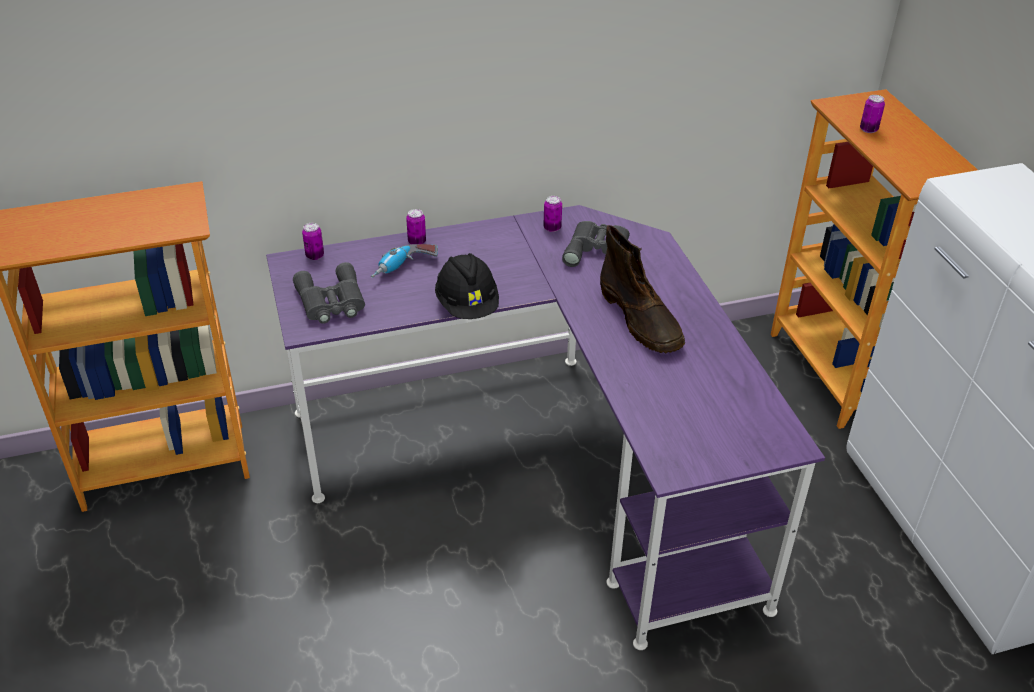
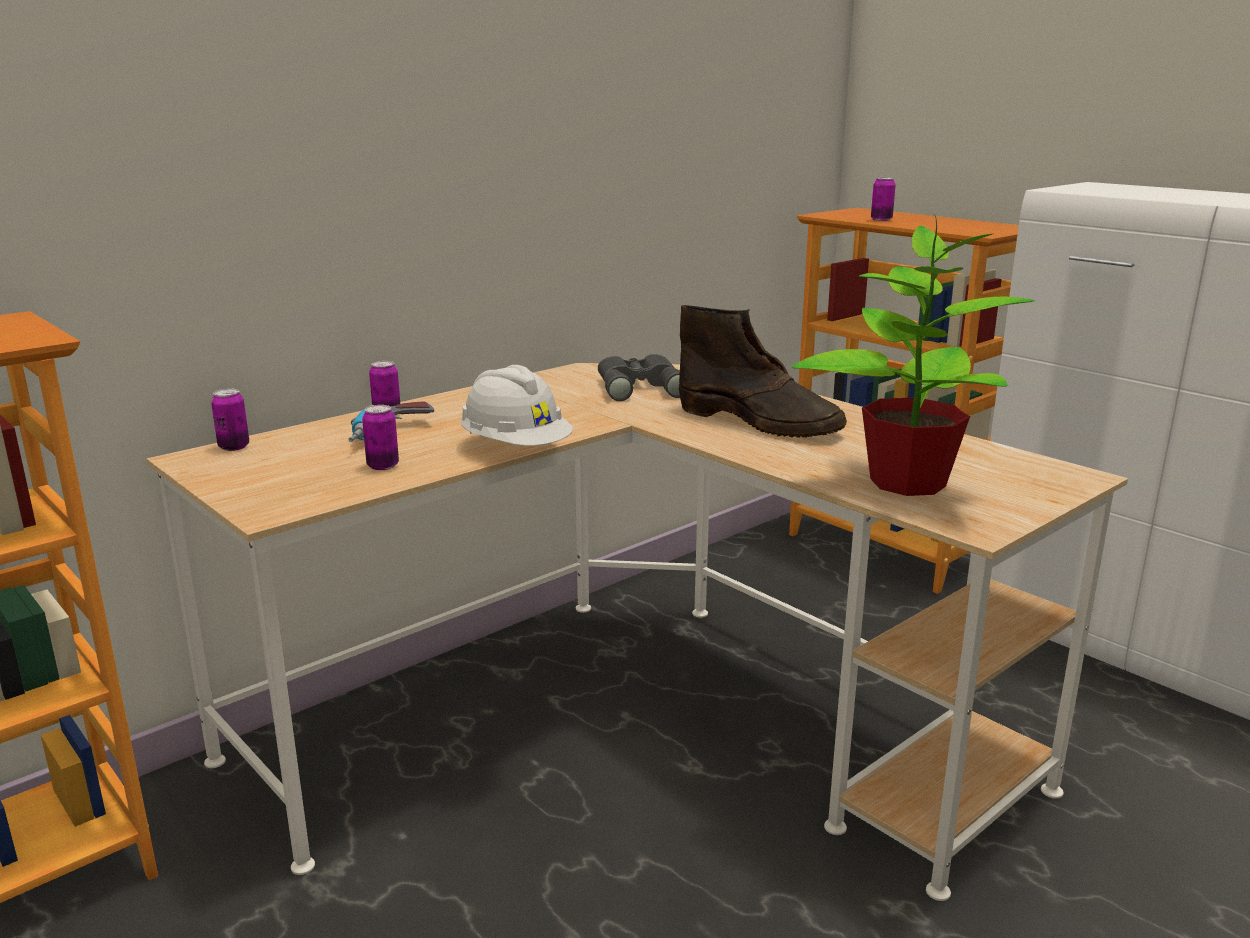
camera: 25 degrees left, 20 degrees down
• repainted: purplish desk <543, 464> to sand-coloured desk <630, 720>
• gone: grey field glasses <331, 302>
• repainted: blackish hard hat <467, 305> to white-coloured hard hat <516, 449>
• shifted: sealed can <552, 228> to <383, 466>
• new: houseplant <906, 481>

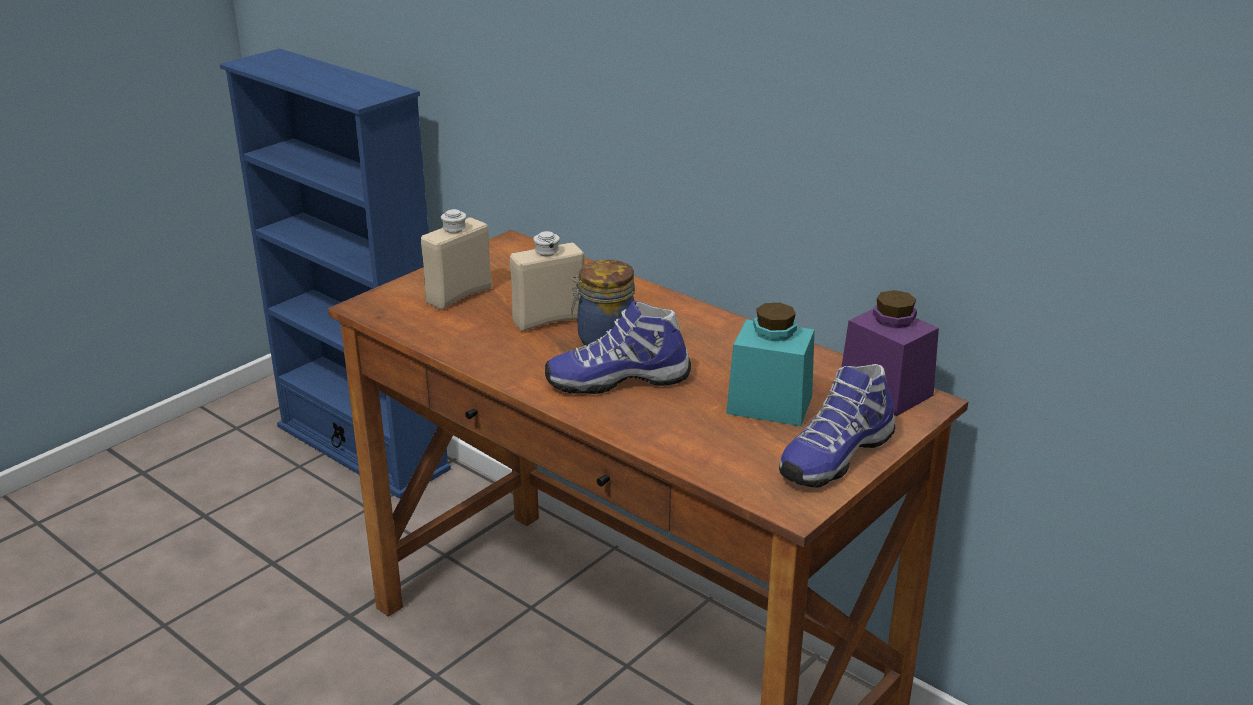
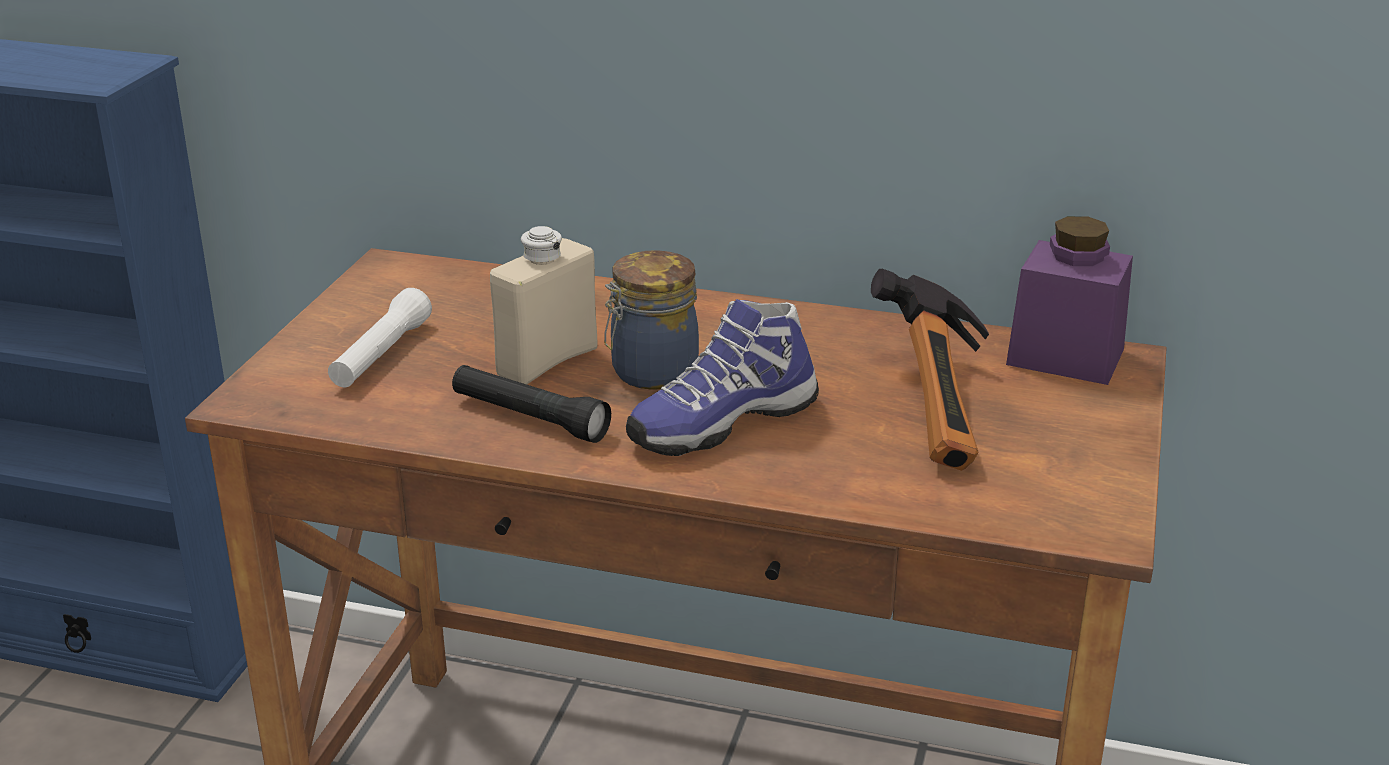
camera: 25 degrees left, 0 degrees up
• swapped: sand-coloured bottle <459, 295> to white-coloured torch <381, 355>
• swapped: turquoise storage jar <769, 404> to tool hammer <946, 407>
• gone: shoe <834, 456>
• new: blackish torch <529, 418>

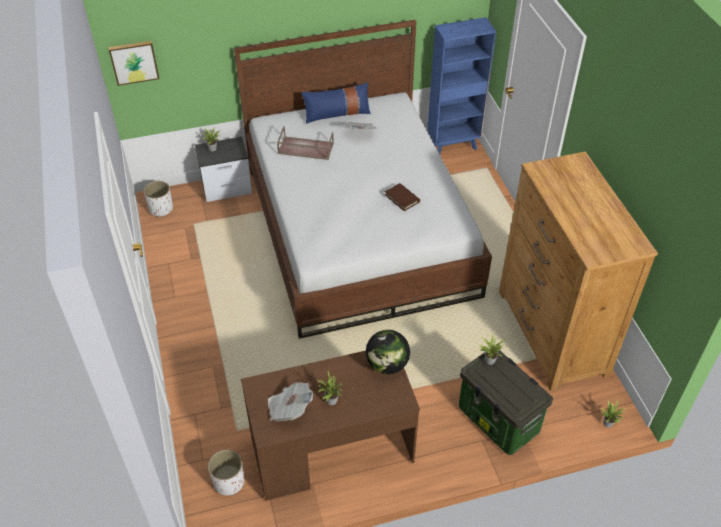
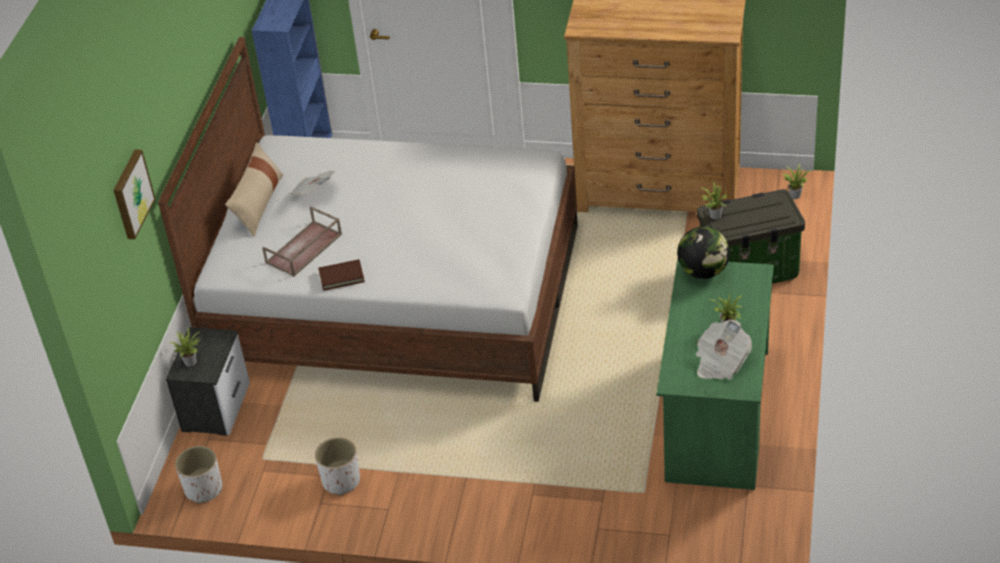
camera: 60 degrees left, 5 degrees down
• shifted: wall picture <134, 62> to <131, 194>
• shifted: white-coloured planter <229, 482> to <341, 481>
• repainted: brownish desk <331, 451> to green desk <717, 416>
• repainted: blue-coloured throw pillow <337, 114> to sand-coloured throw pillow <258, 204>
• shifted: brownish bound book <402, 198> to <341, 277>

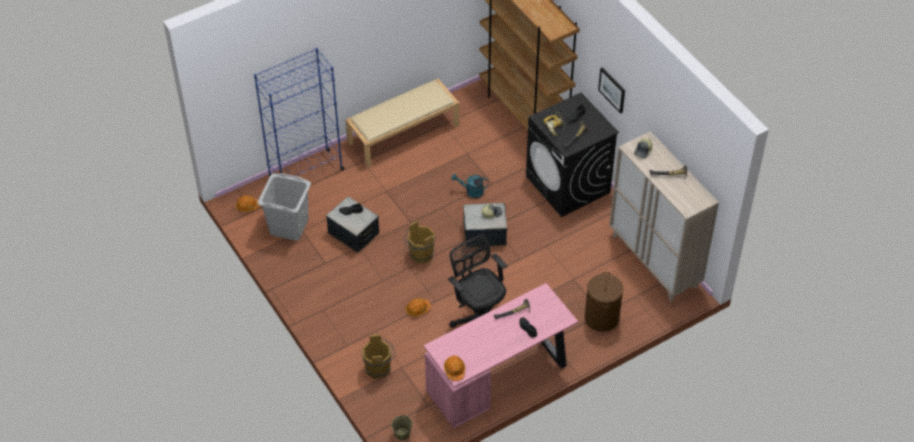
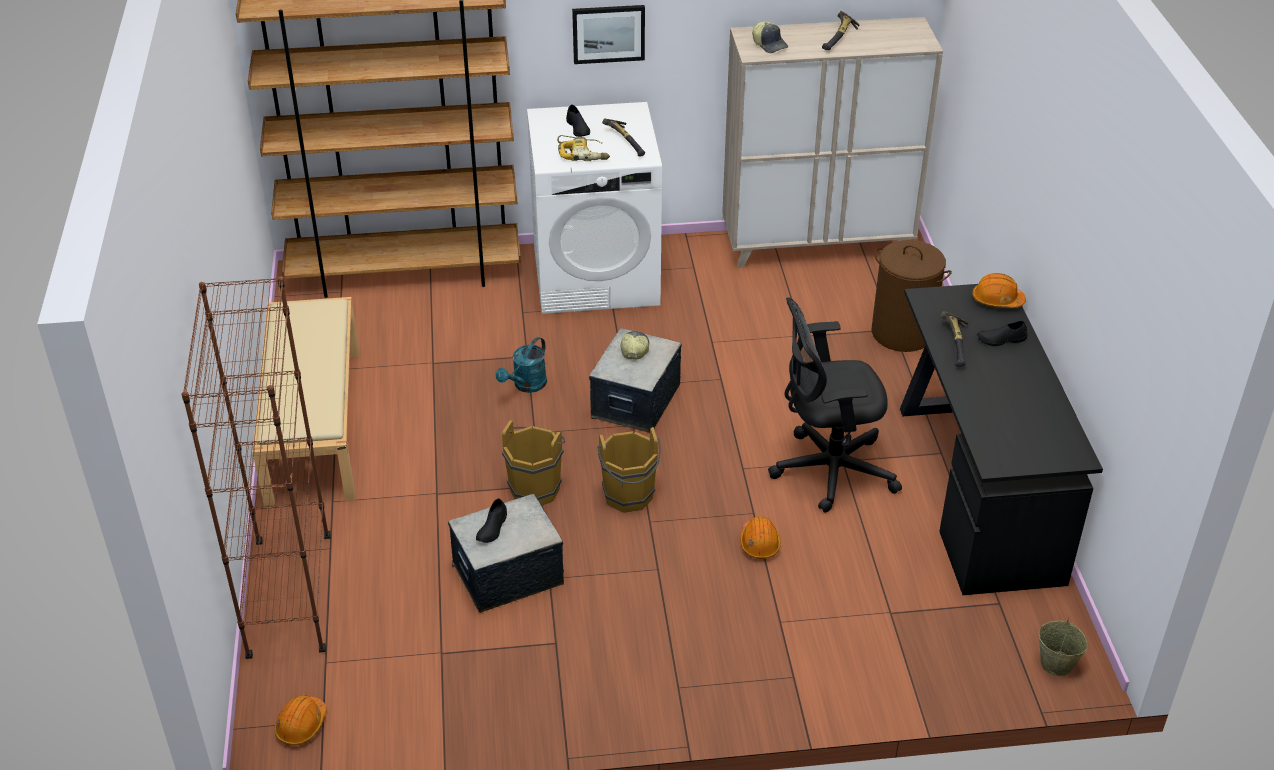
camera: 65 degrees left, 10 degrees down
• repainted: blue-coloured bookshelf <306, 173> to brownish bookshelf <289, 596>
• gone: grey hamper <289, 226>
• shifted: brownish water bucket <380, 369> to <536, 487>
• repainted: pinkish desk <500, 378> to blackish desk <976, 488>
• shifted: orange-coloured hard hat <454, 370> to <997, 300>
• repainted: blackish washing machine <568, 184> to white-coloured washing machine <596, 276>

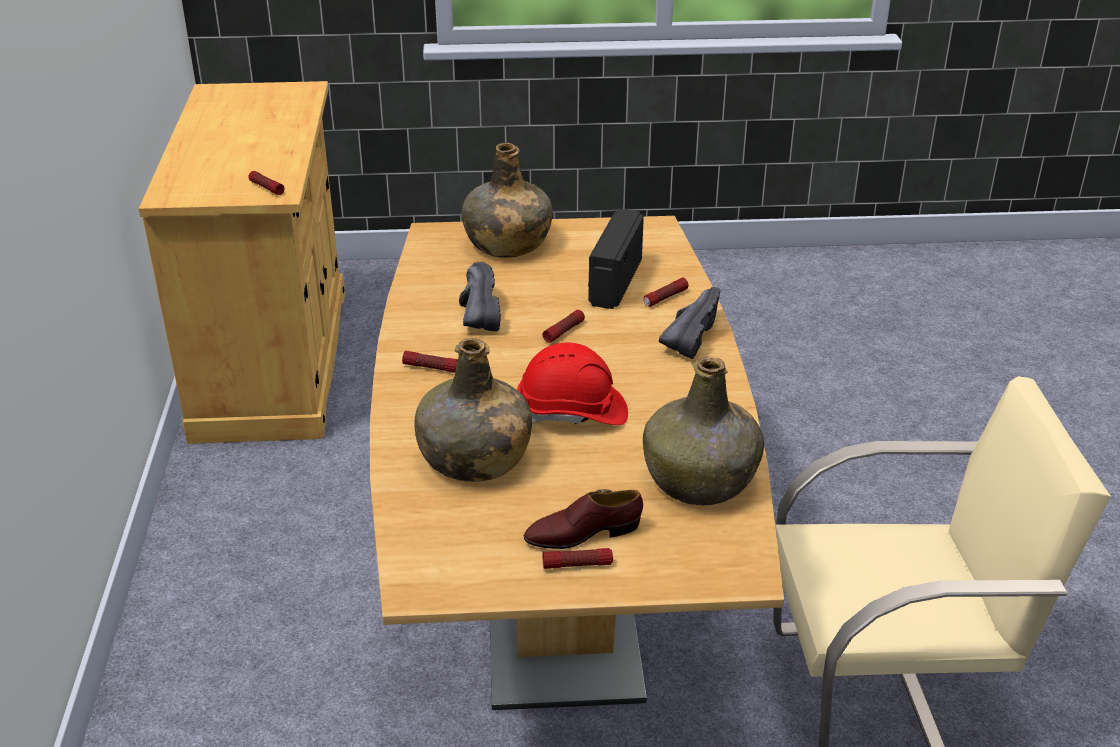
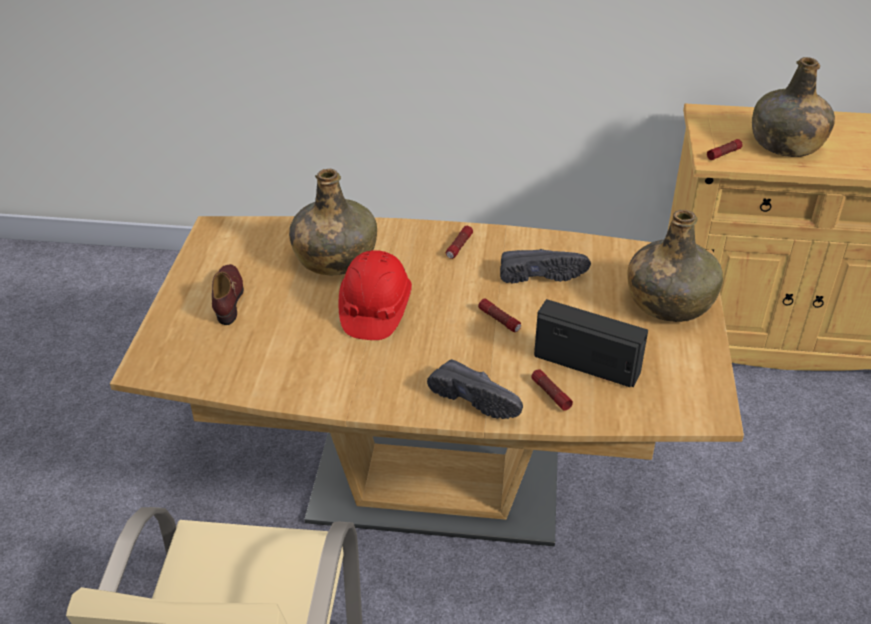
camera: 100 degrees right, 5 degrees up
• gone: torch <577, 564>
• shifted: green bottle <701, 479> to <786, 144>

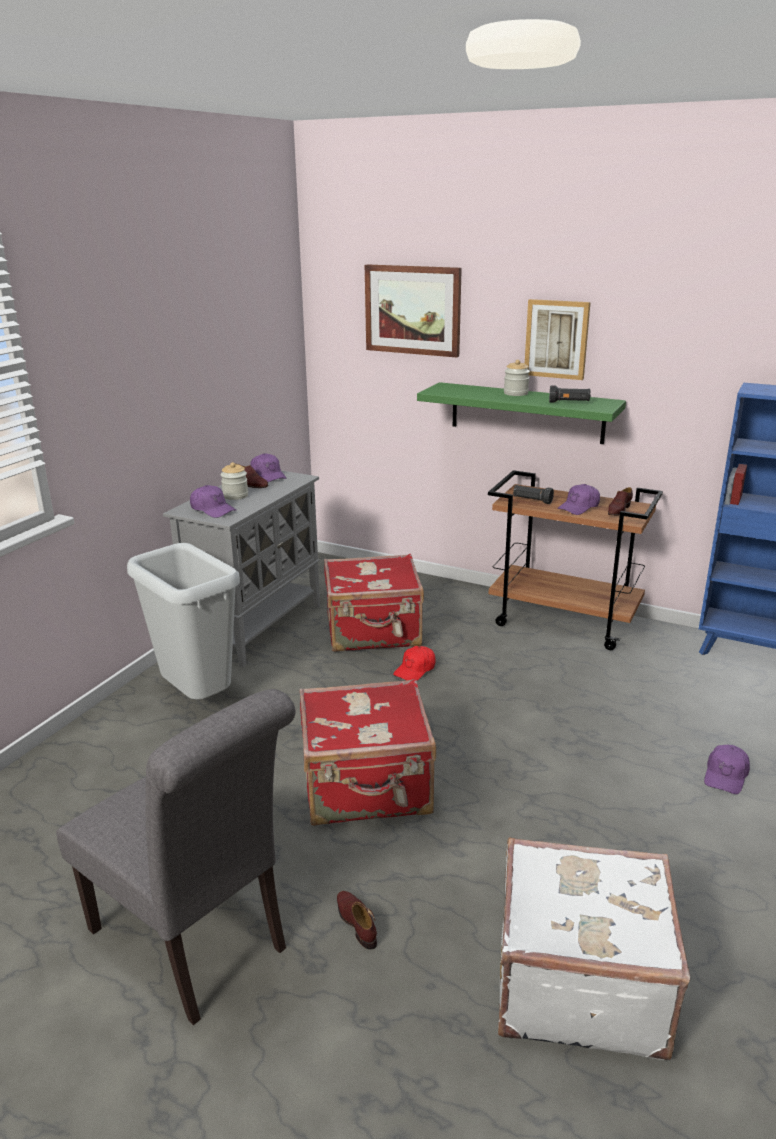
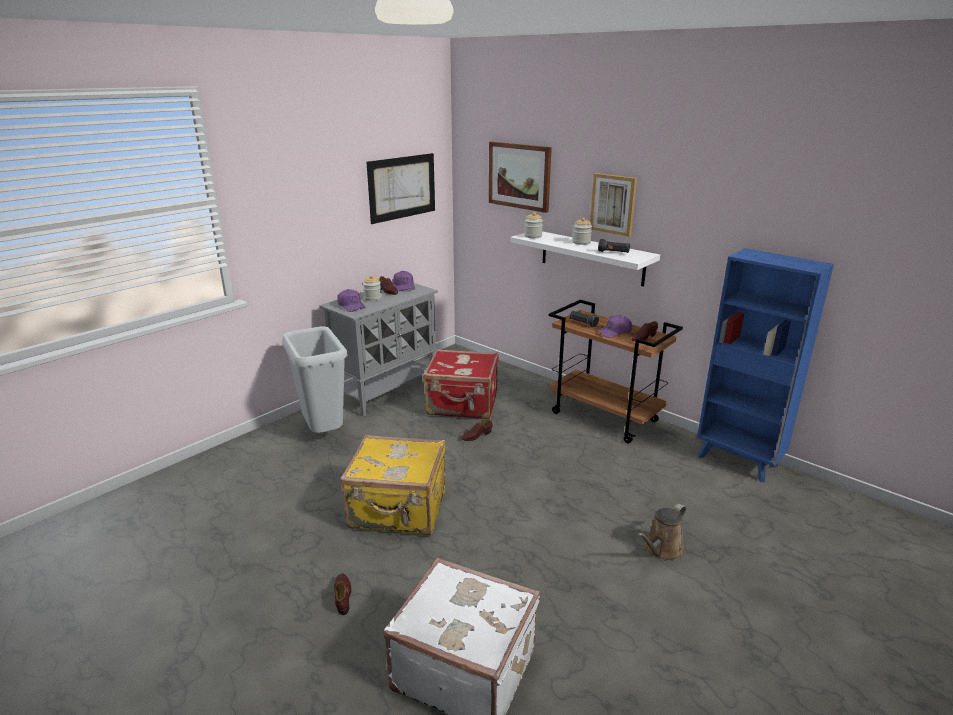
camera: 15 degrees right, 0 degrees up
• gone: grey upright chair <196, 944>
• repainted: red suitcase <367, 788> to yellow suitcase <399, 510>
• swapped: red baseball cap <415, 670> to brownish shoe <476, 436>
• repainted: green bracket shelf <526, 412> to white-coloured bracket shelf <592, 257>
• swapped: purplish baseball cap <726, 775> to brownish sprinkling can <661, 550>
• new: wall picture <402, 187>
• new: storage jar <533, 236>

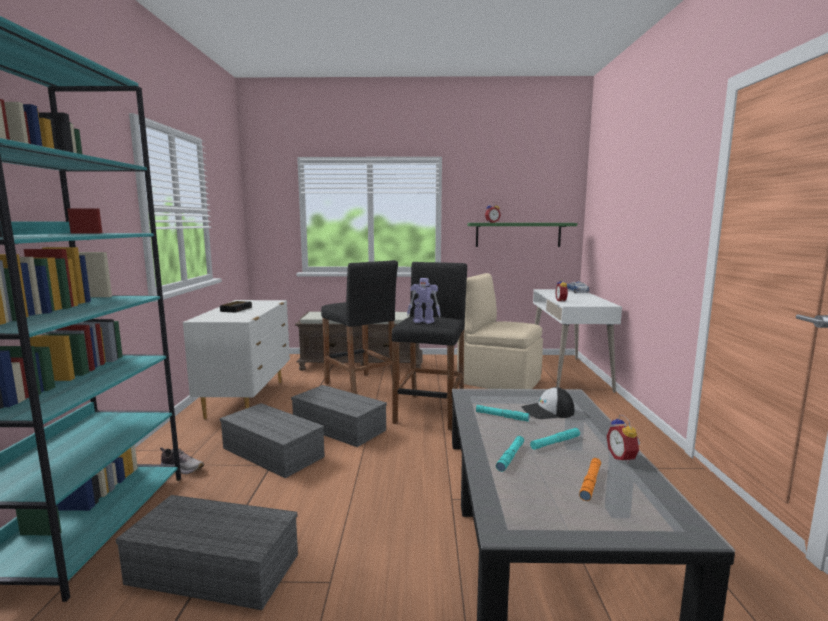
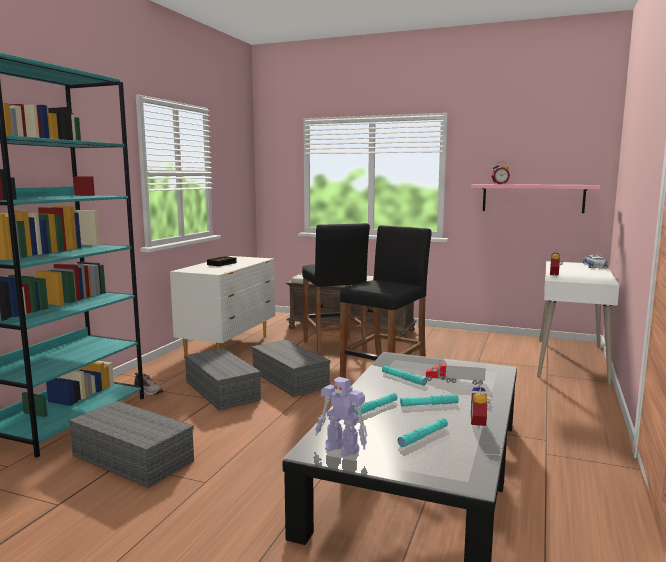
camera: 20 degrees right, 0 degrees up
• shifted: model robot <424, 321> to <342, 449>
• gone: sand-coloured upright chair <497, 381>
• repainted: green bracket shelf <518, 234> to pinkish bracket shelf <532, 198>
• swapped: baseball cap <548, 411> to model truck <454, 380>
• repainted: orange-coloured torch <590, 482> to turquoise torch <423, 436>

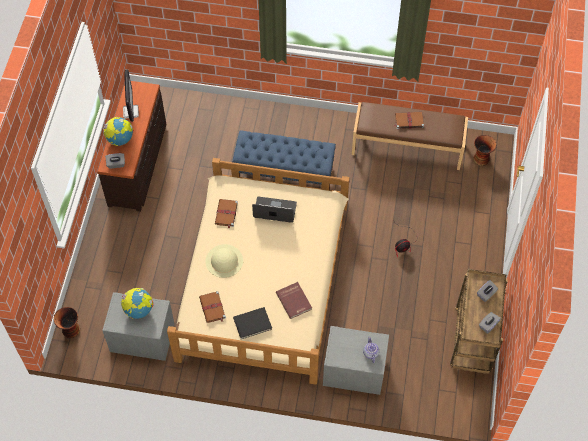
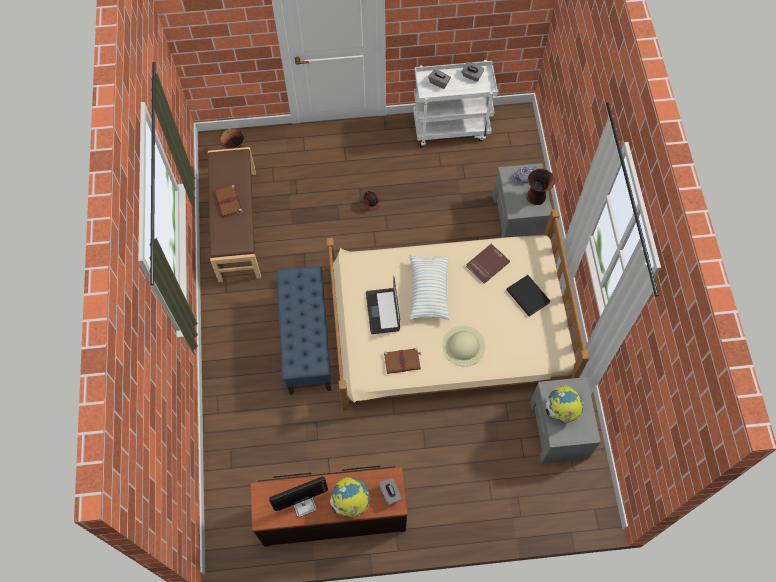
camera: 105 degrees left, 5 degrees up
• shifted: flower vase <70, 330> to <537, 197>
• gone: brownish bound book <212, 308>
• repainted: brownish trolley <473, 341> to white-coloured trolley <451, 128>
• new: throw pillow <428, 291>

